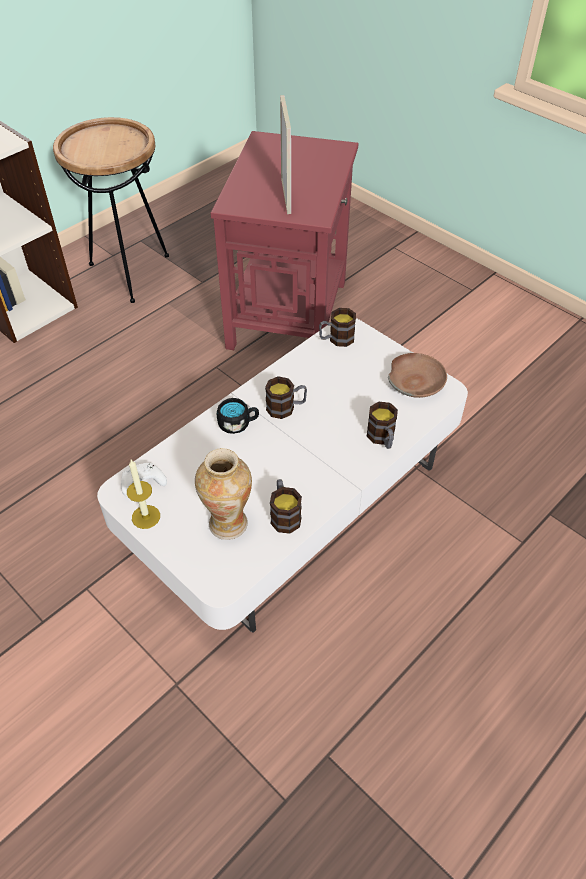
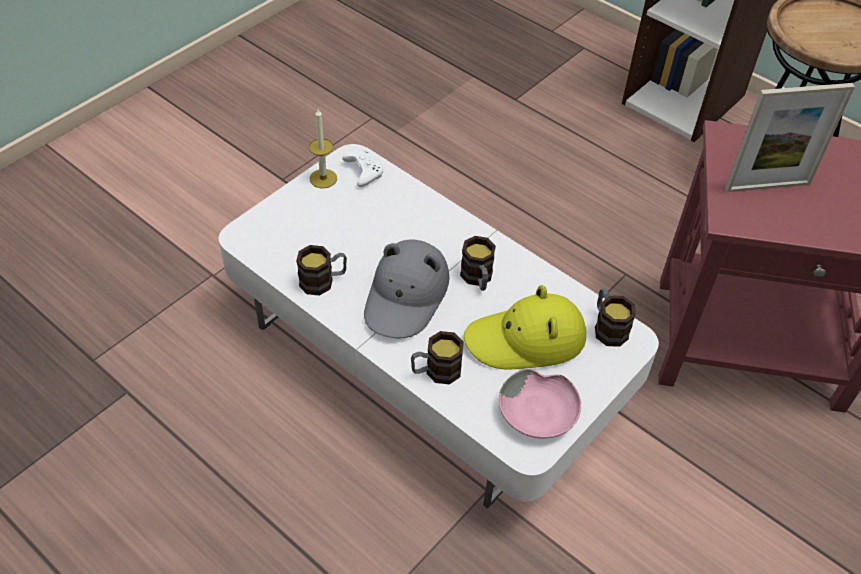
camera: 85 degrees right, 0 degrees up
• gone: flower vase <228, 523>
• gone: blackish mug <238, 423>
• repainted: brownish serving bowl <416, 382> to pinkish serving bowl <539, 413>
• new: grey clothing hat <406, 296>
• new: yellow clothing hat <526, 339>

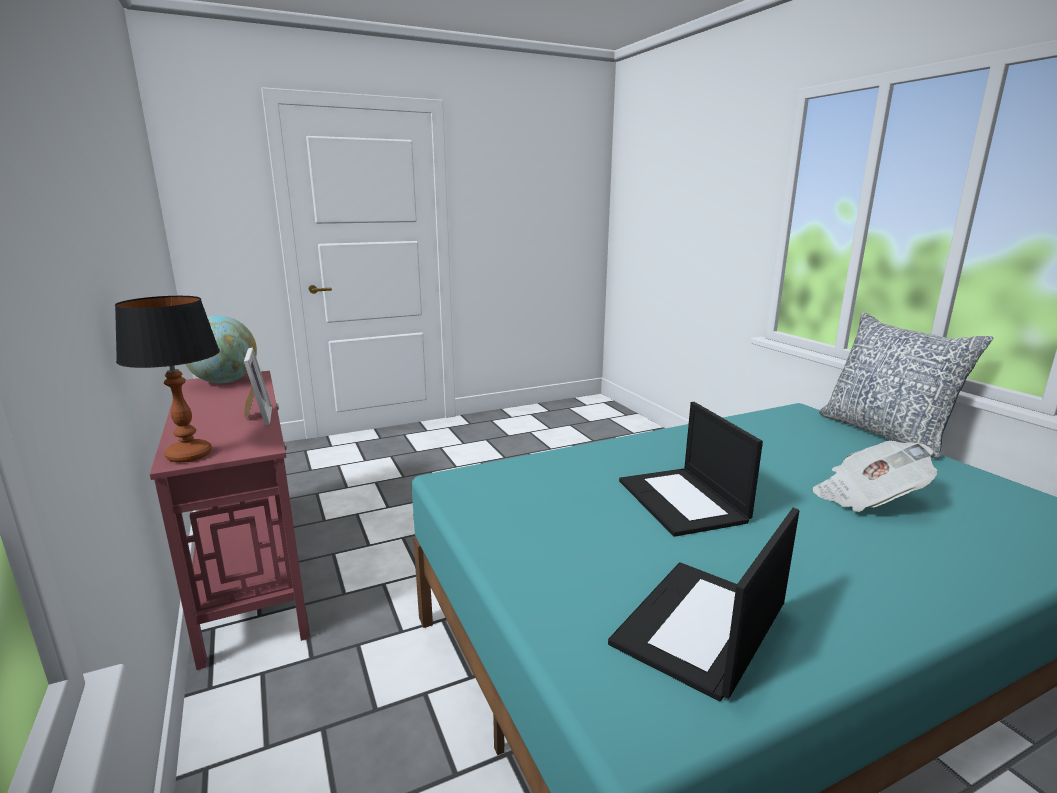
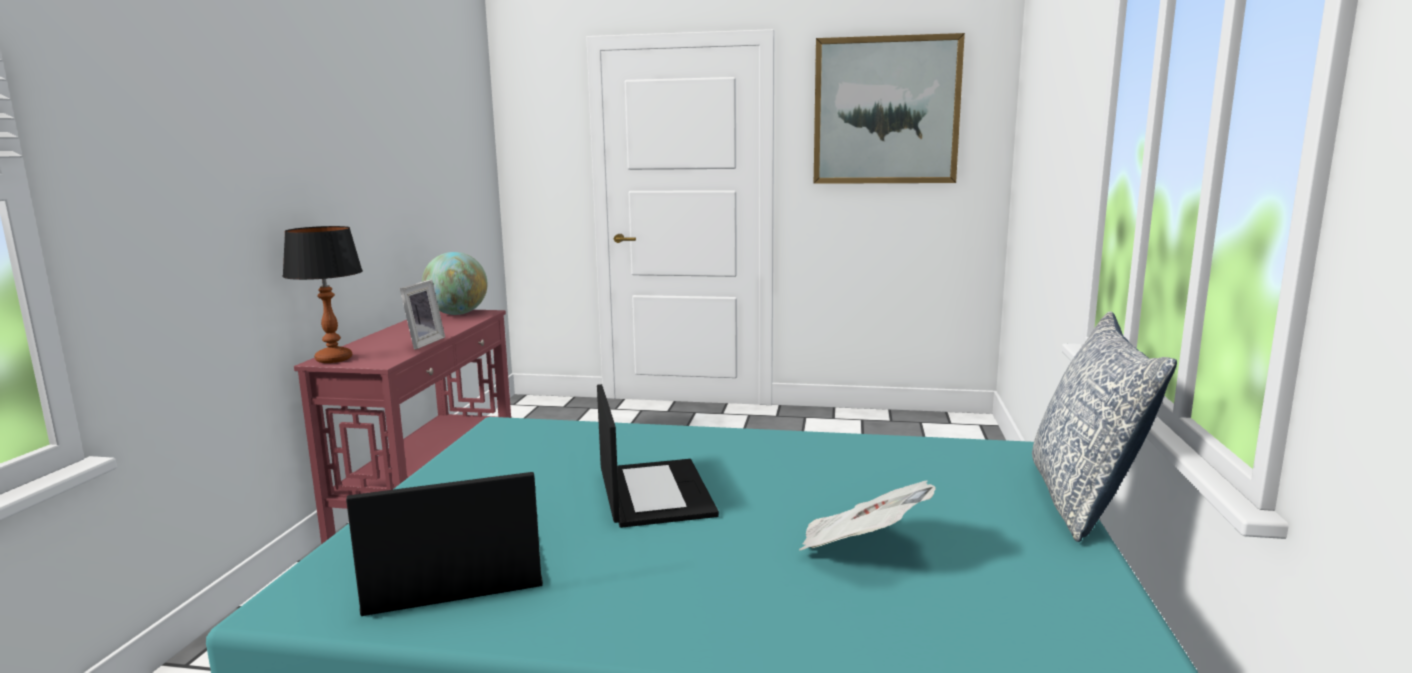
camera: 35 degrees right, 5 degrees down
• rotated: portable computer <683, 501> = <653, 492> 150 degrees clockwise
• new: wall picture <886, 111>

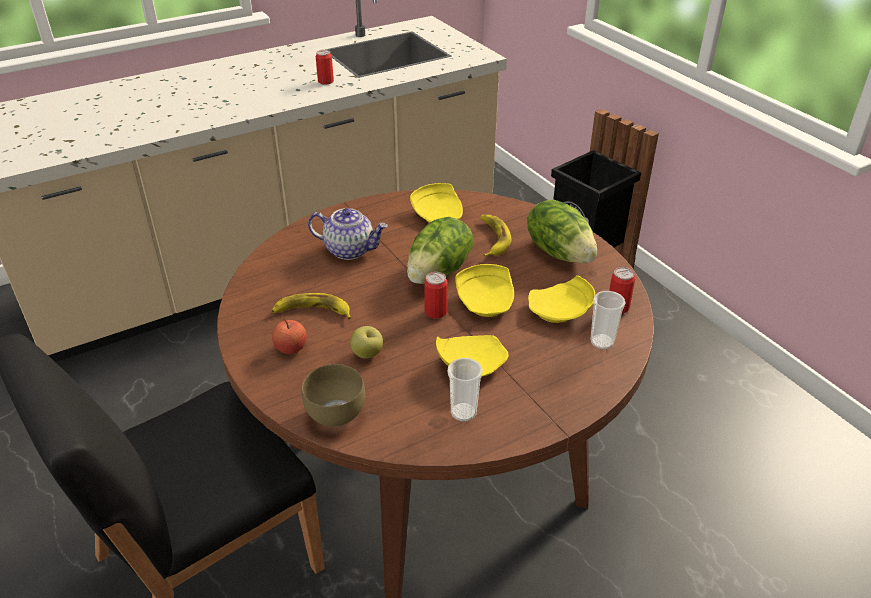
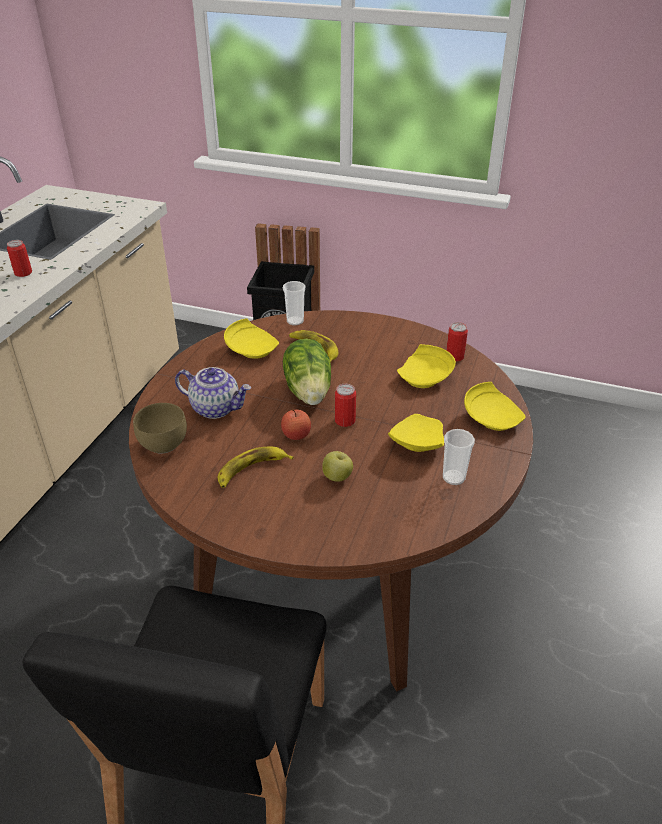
camera: 40 degrees left, 0 degrees up
• shifted: whole apple <291, 348> to <296, 435>
• shifted: brownish serving bowl <337, 415> to <165, 444>
• rotated: teapot <350, 250> = <216, 408> 45 degrees clockwise
• shifted: yellow flat dish <486, 302> to <492, 417>
• gone: lettuce head <560, 252>
• shifted: cup <602, 342> to <295, 321>

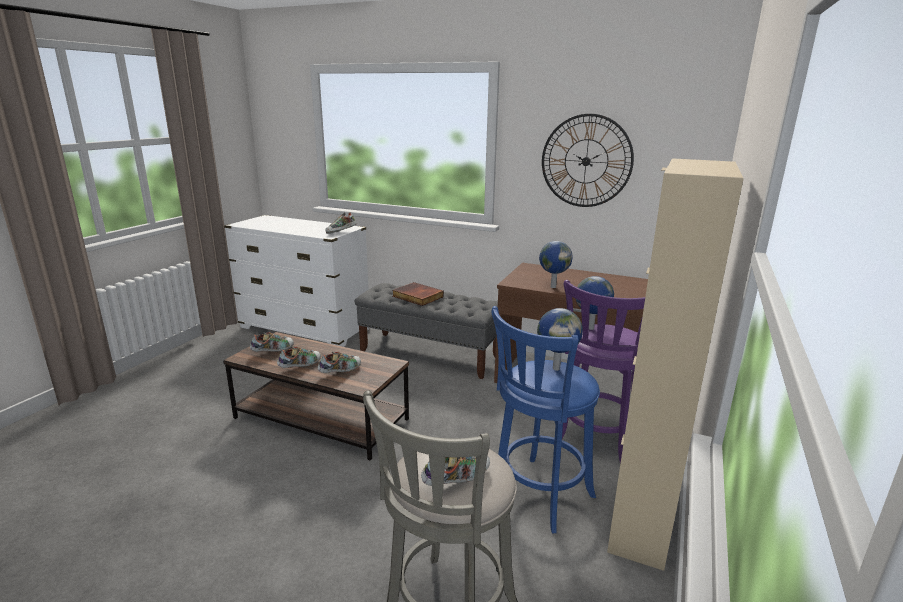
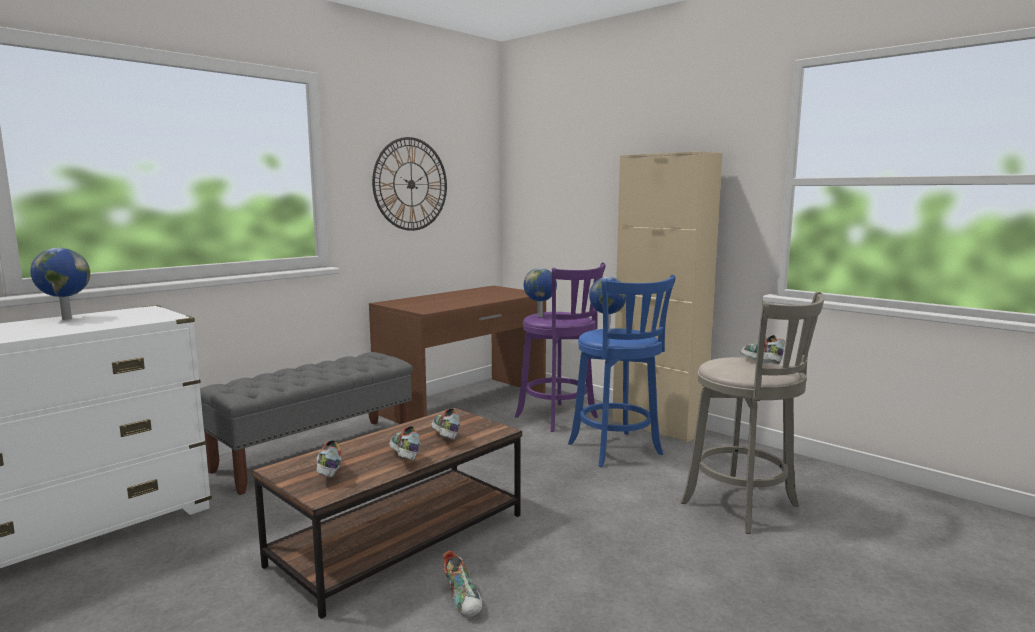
camera: 70 degrees left, 10 degrees down
• shifted: shoe <341, 232> to <463, 600>
• gone: bound book <417, 296>
• shifted: world globe <552, 287> to <65, 319>

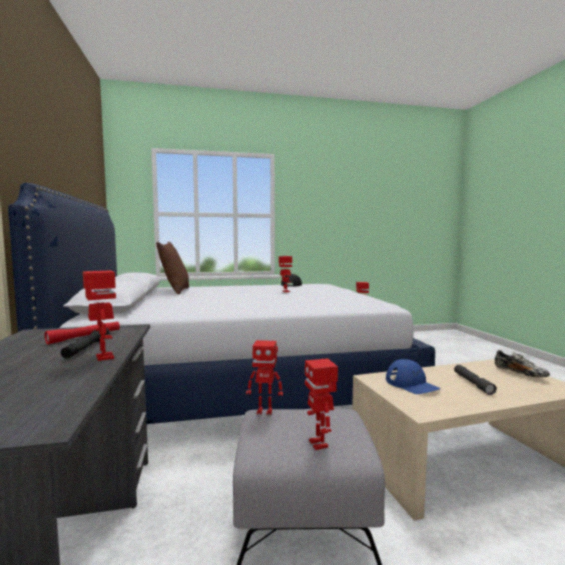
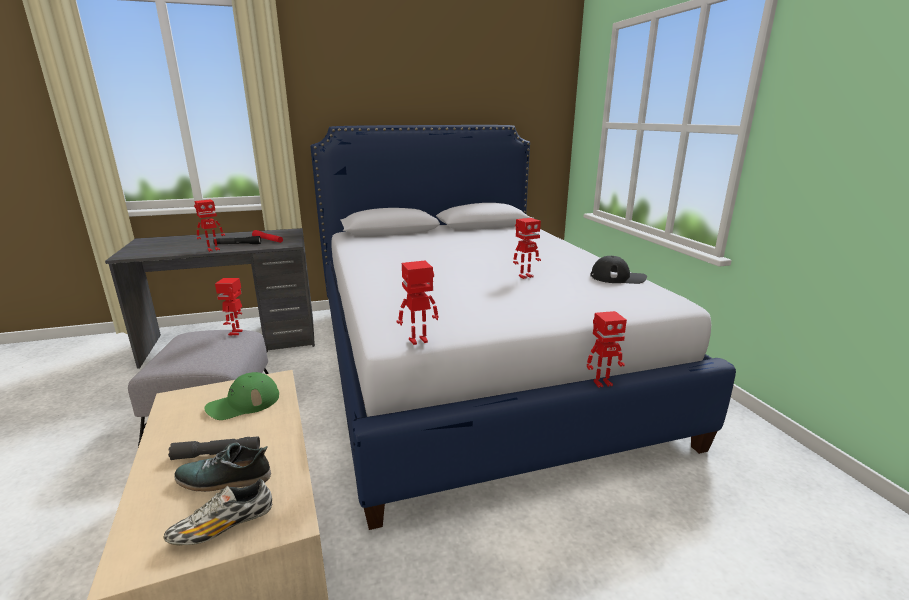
camera: 85 degrees right, 15 degrees up
• gone: brownish throw pillow <175, 291>
• shifted: model robot <319, 444> to <419, 341>
• repainted: blue-coloured baseball cap <411, 384> to green baseball cap <243, 403>
• new: shoe <224, 479>

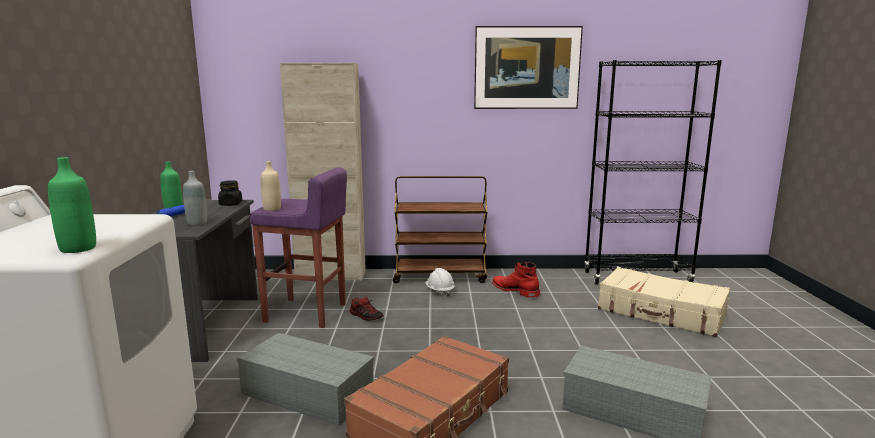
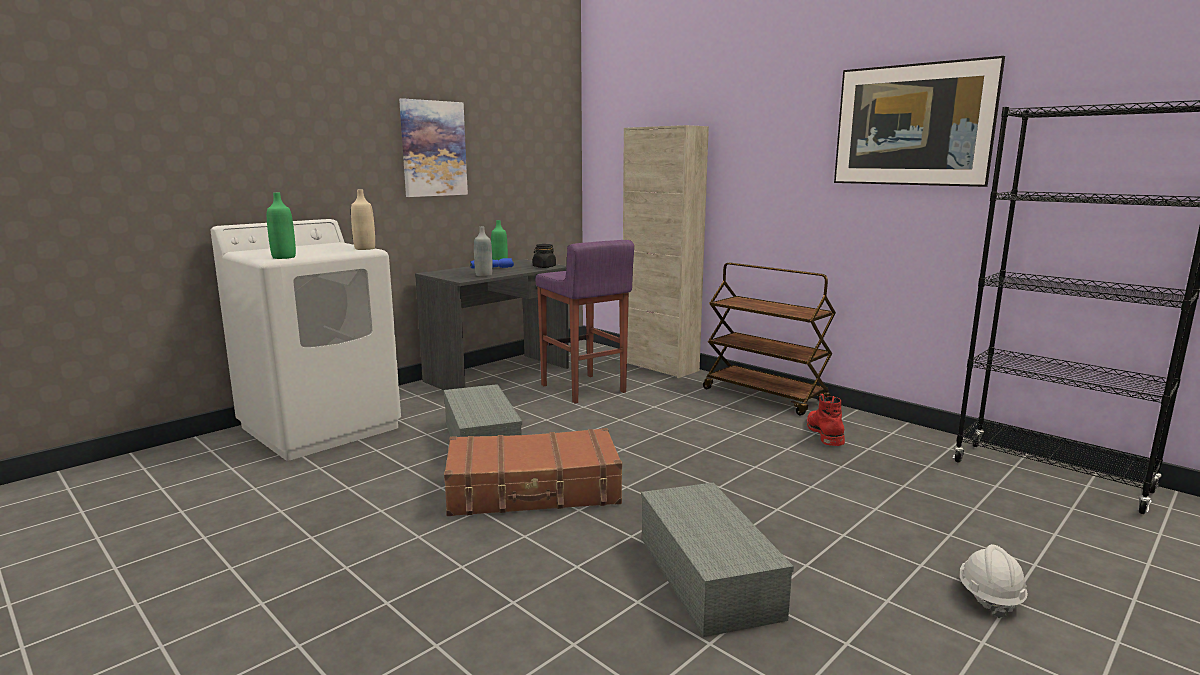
camera: 45 degrees right, 0 degrees up
• shifted: sand-coloured bottle <272, 209> to <365, 248>
• gone: shoe <366, 316>
• shifted: white-coloured hard hat <439, 291> to <989, 596>
• gone: sand-coloured suitcase <661, 313>
• new: wall picture <433, 149>

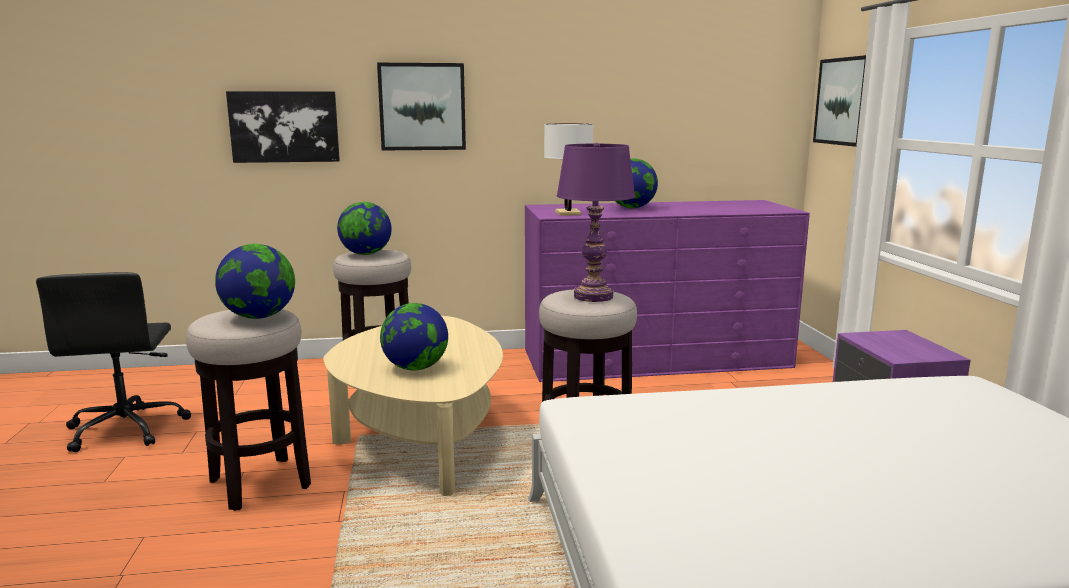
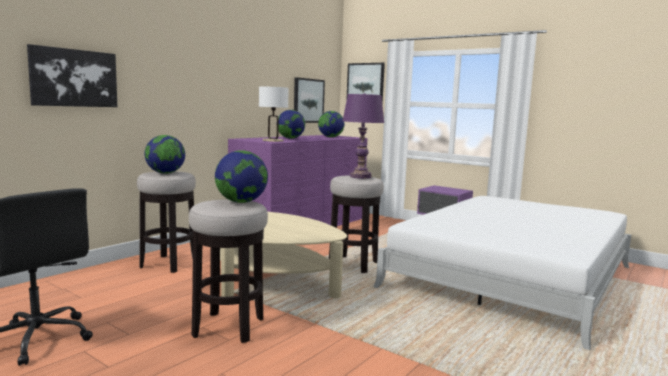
camera: 45 degrees left, 5 degrees down
• shifted: wall picture <422, 107> to <308, 100>
• shifted: world globe <415, 368> to <330, 137>

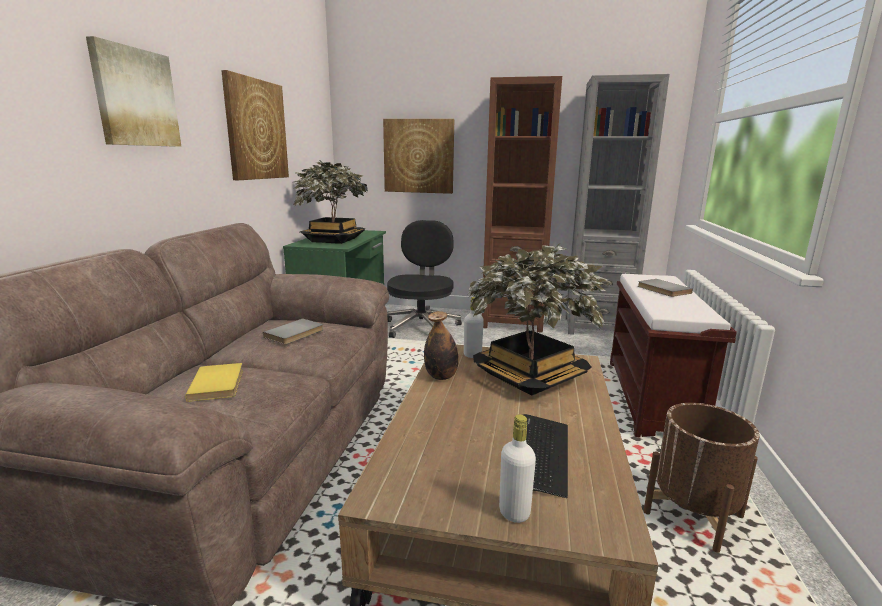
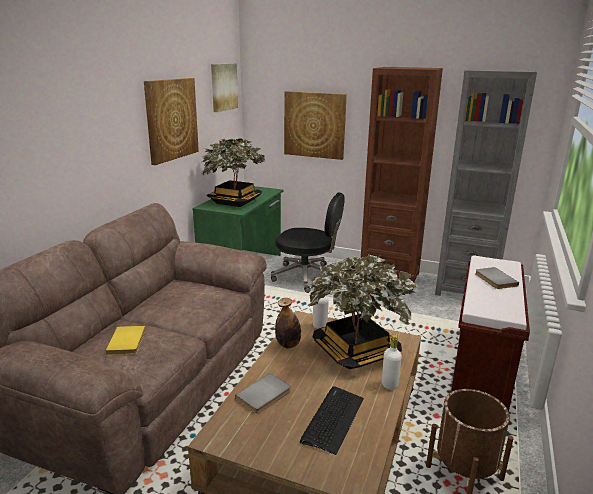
camera: 10 degrees right, 5 degrees up
• shifted: wall picture <135, 97> to <223, 87>
• shifted: grey bound book <295, 334> to <265, 396>
• rotated: blackish office chair <421, 326> = <307, 276> 90 degrees clockwise
• shifted: white-coloured bottle <514, 512> to <389, 385>

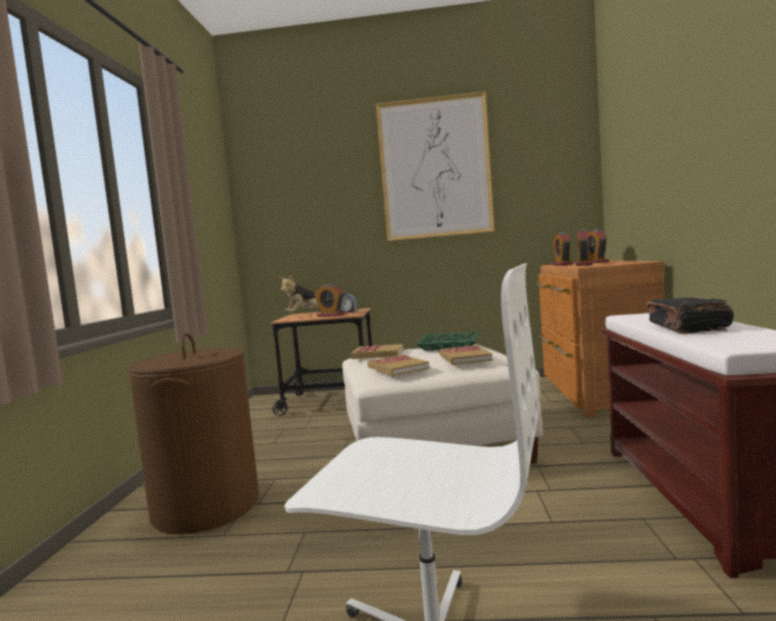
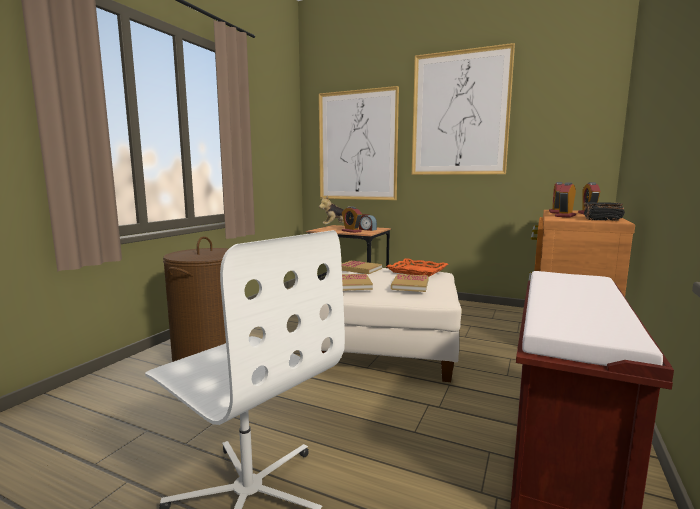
camera: 20 degrees right, 5 degrees up
• repainted: green carrying tray <449, 345> to orange-coloured carrying tray <417, 271>
• shifted: blackish bound book <687, 327> to <601, 219>
• new: wall picture <357, 146>

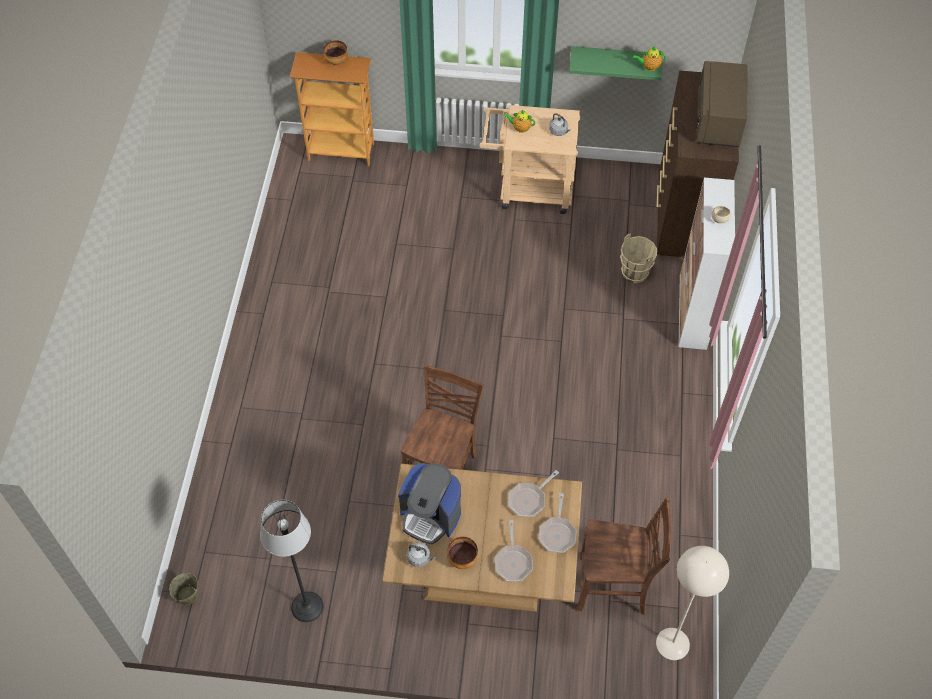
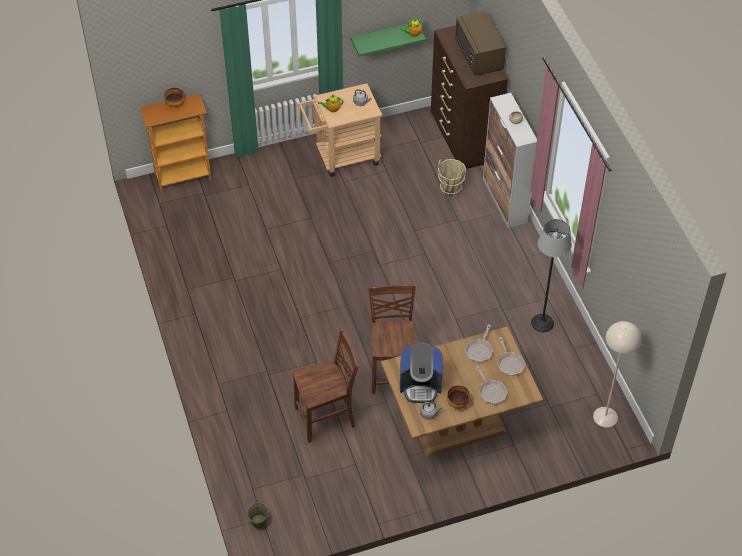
camera: 25 degrees left, 5 degrees down
• shifted: standing lamp <307, 607> to <542, 323>
• shifted: brownish upright chair <613, 587> to <326, 418>

